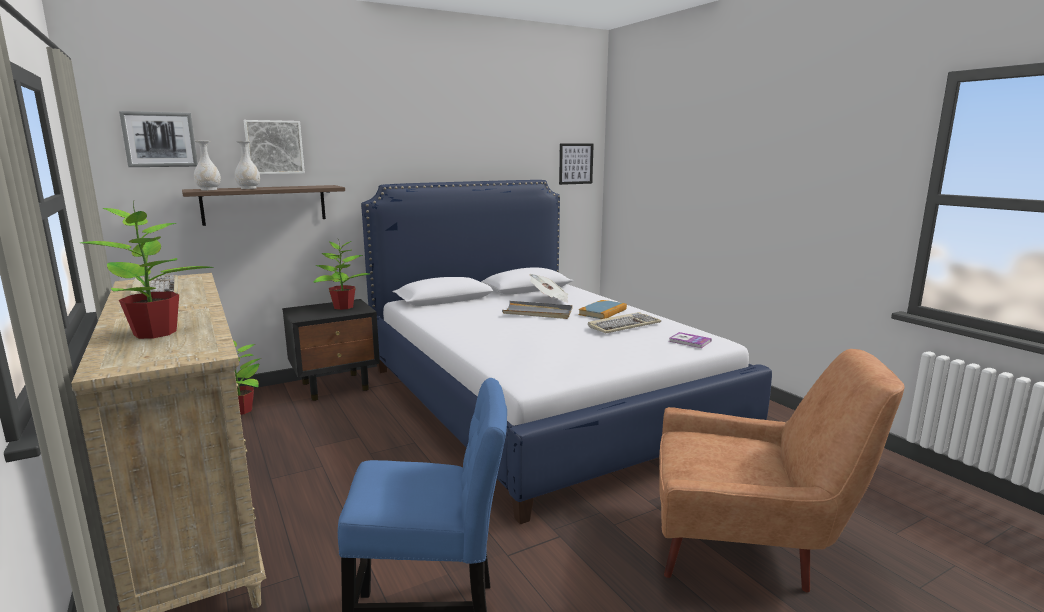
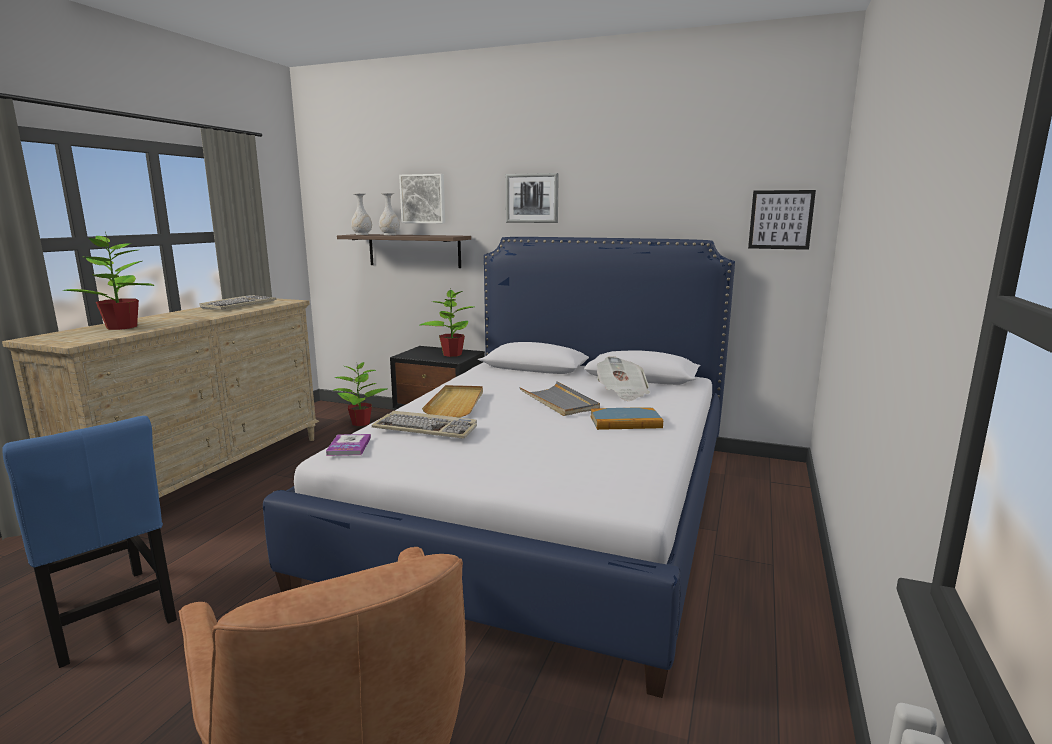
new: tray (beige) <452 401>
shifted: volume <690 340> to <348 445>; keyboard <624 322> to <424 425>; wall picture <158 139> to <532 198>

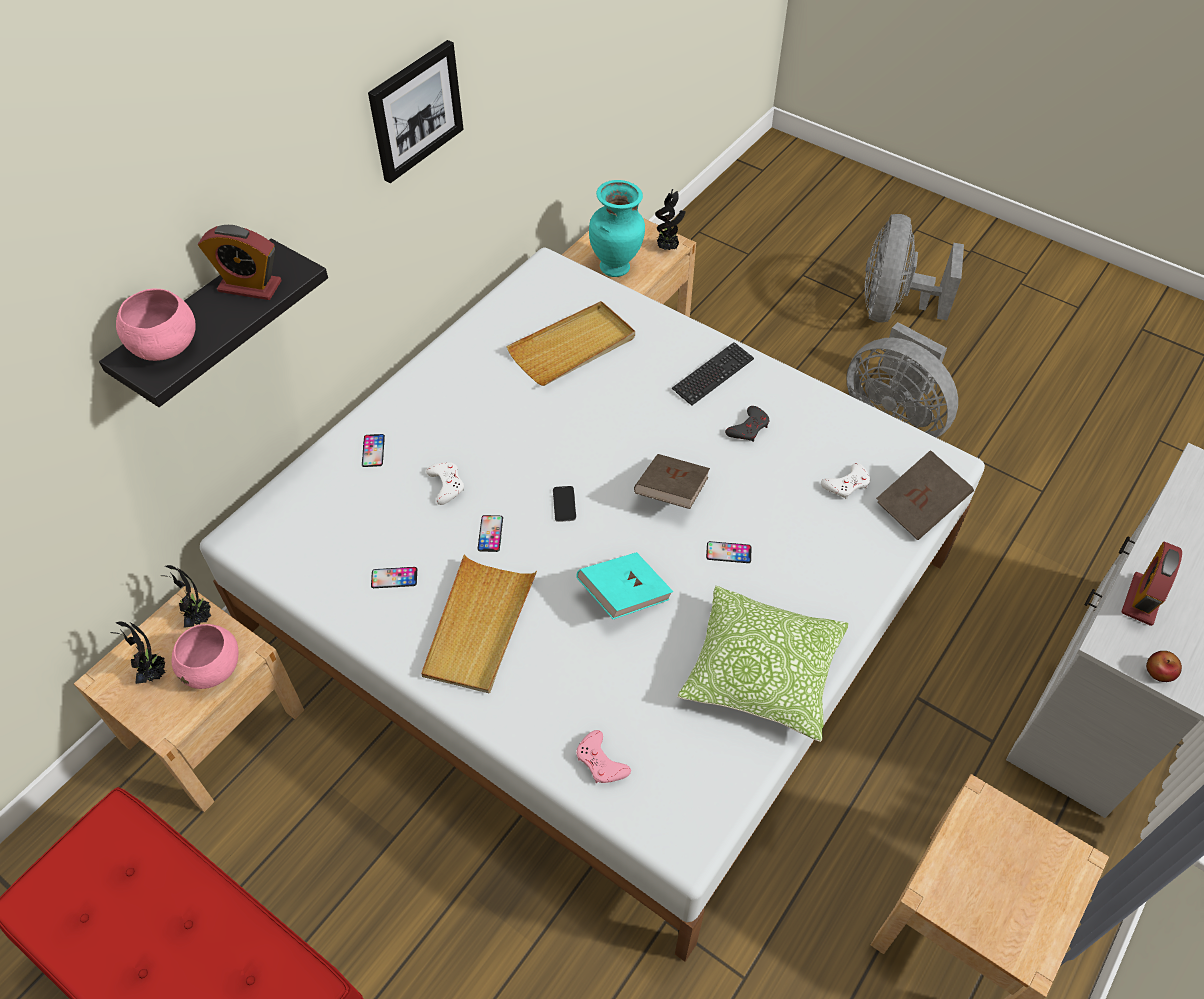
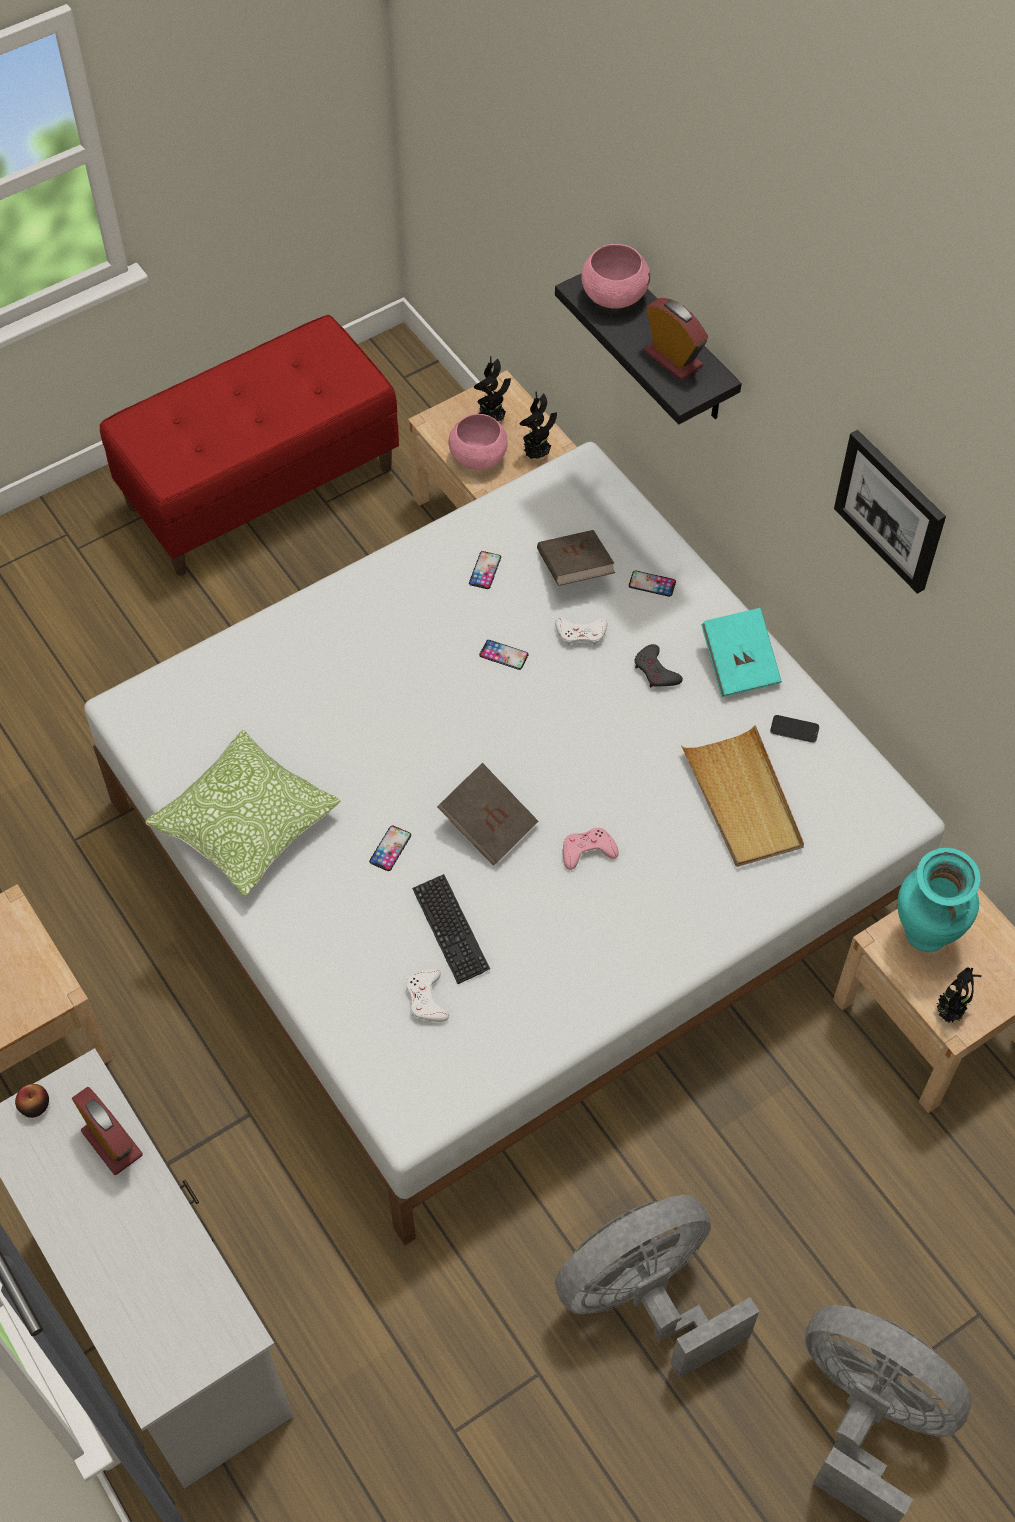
gone: tray (beige) <479 623>
shifted: keyboard <713 374> to <451 929>; volume (brownish) <925 495> to <576 558>; gamepad (pink-coloured) <603 756> to <591 849>; gamepad (gray) <747 424> to <659 665>; volume (turquoise-coloured) <624 585> to <741 652>; handset <564 504> to <794 729>
rotated: bedside clock <240 262> = <676 339> 105 degrees clockwise

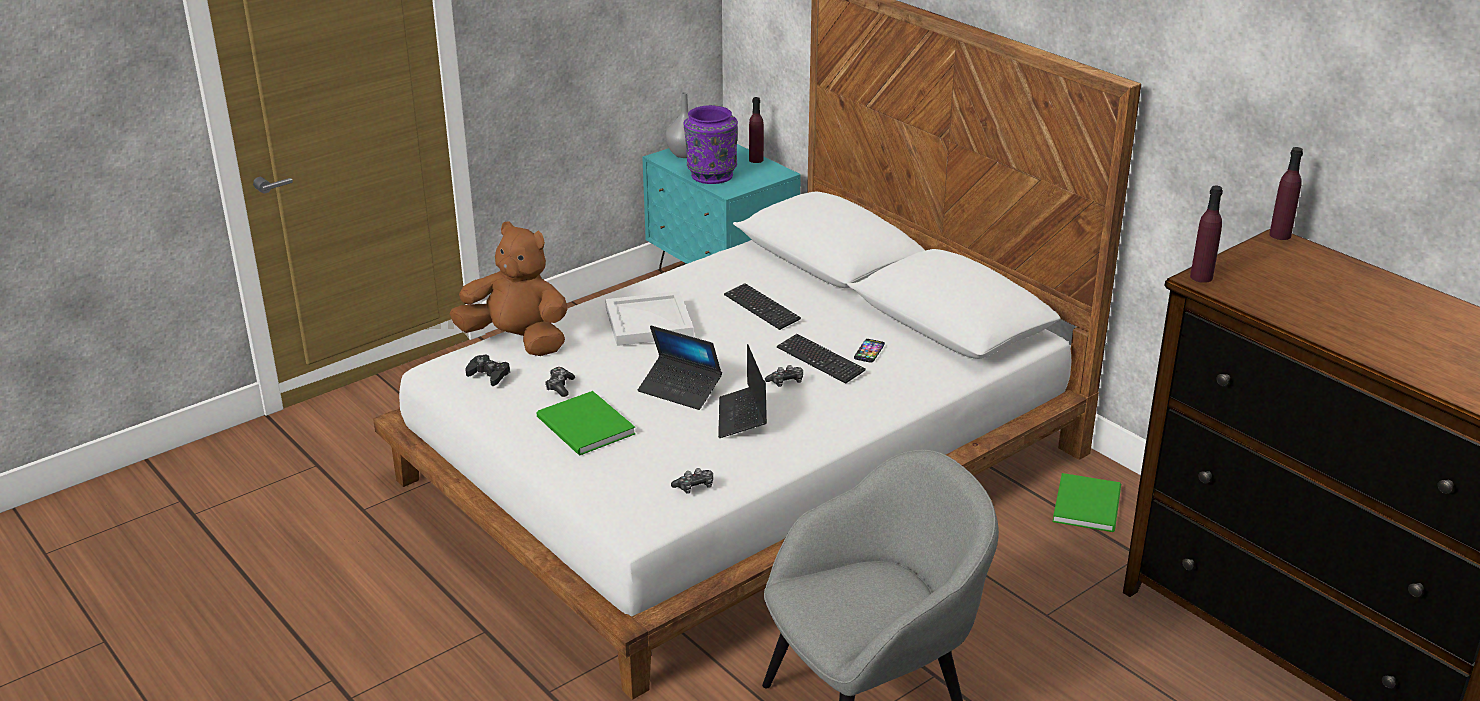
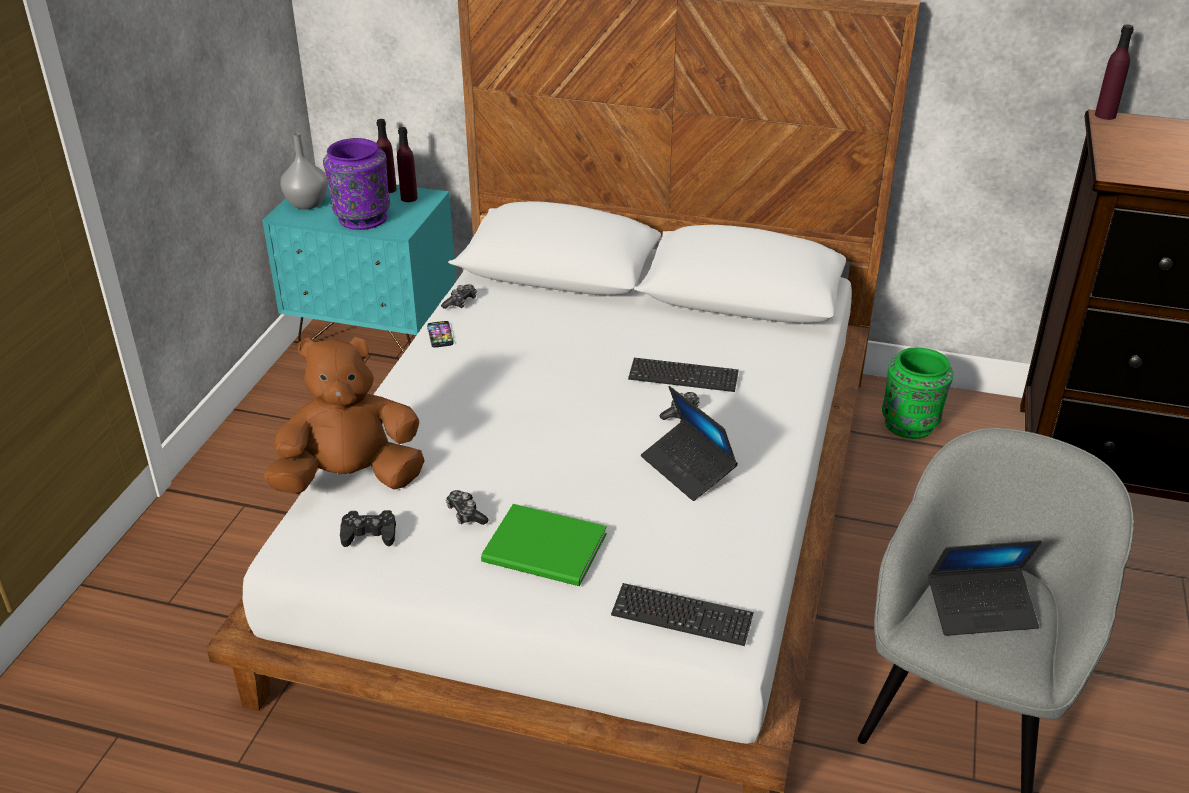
gone: tray (whitish) <649 318>
shifted: bottle (purplish) <1206 234> to <407 164>; handset <869 351> to <440 334>; gamepad <692 481> to <459 296>; keyboard <762 306> to <682 614>; notebook computer <680 367> to <985 588>
swapped: volume (green) <1087 502> to flower vase (green) <918 393>

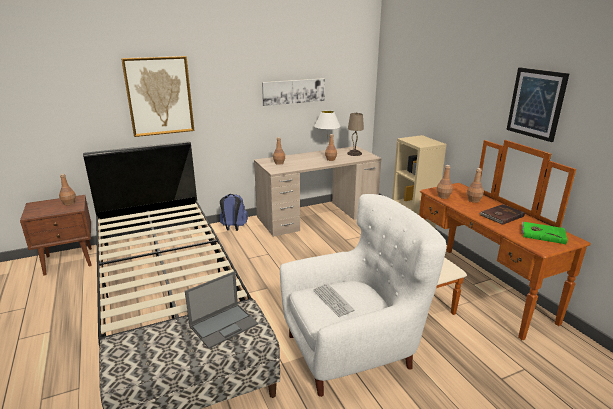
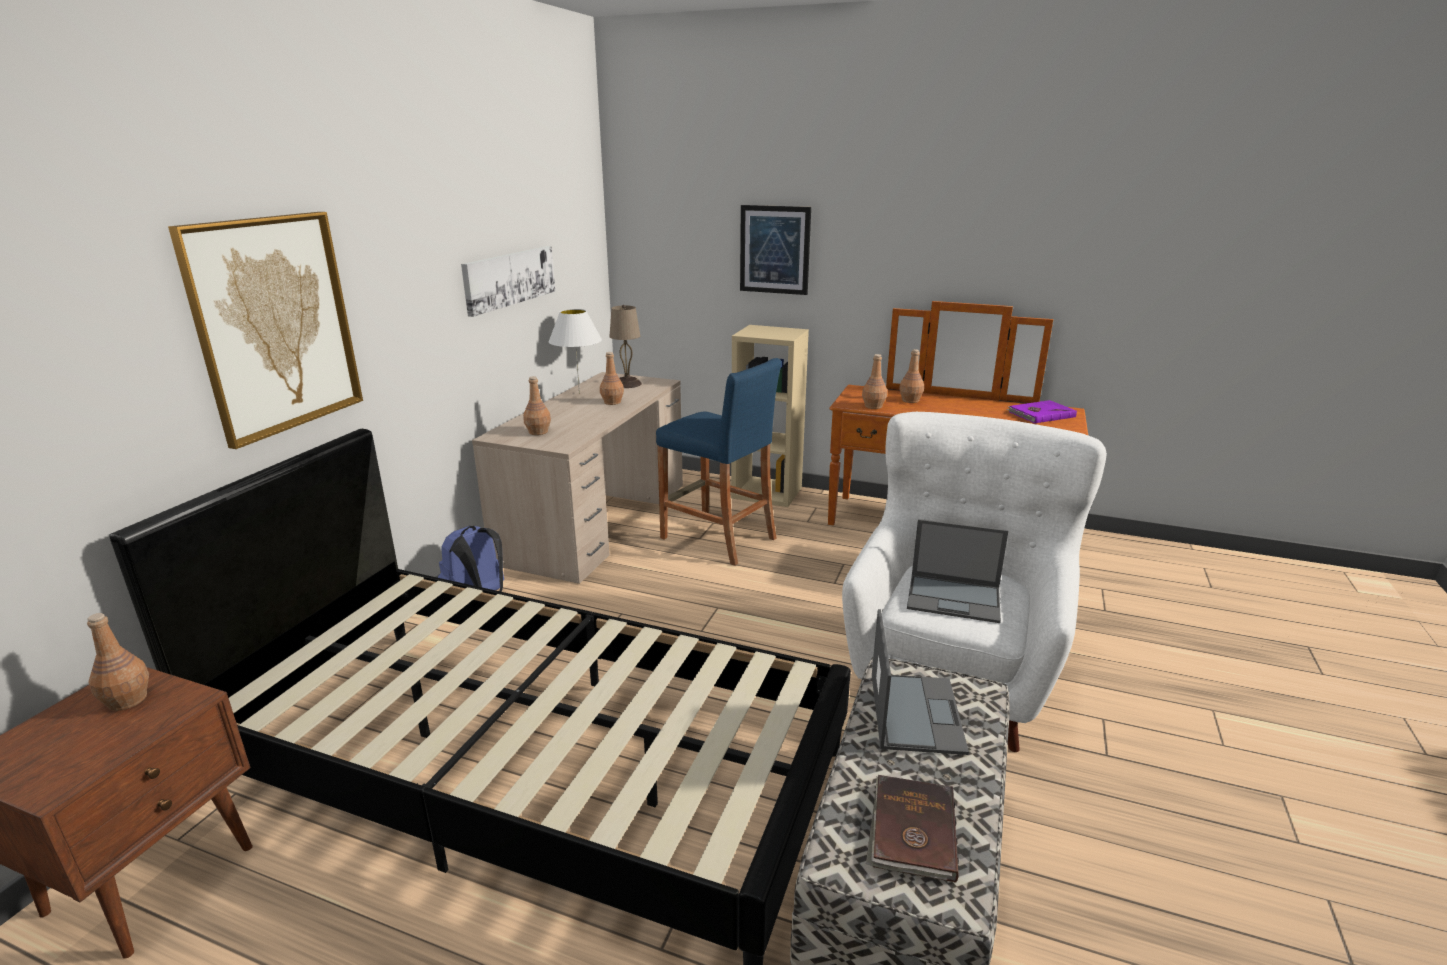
new: stool (bluish) <719 462>
shifted: wall picture <537 105> to <775 250>; volume (brownish) <502 214> to <912 829>
swapped: keyboard <334 300> to notebook computer <957 571>
repainted: volume (green) <544 233> to volume (purplish) <1042 412>

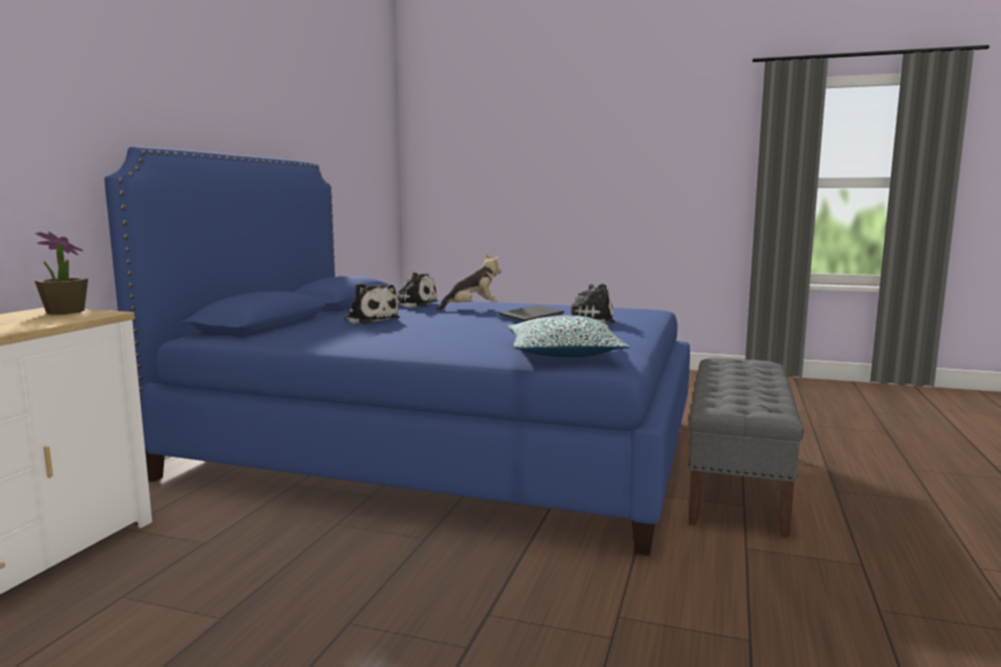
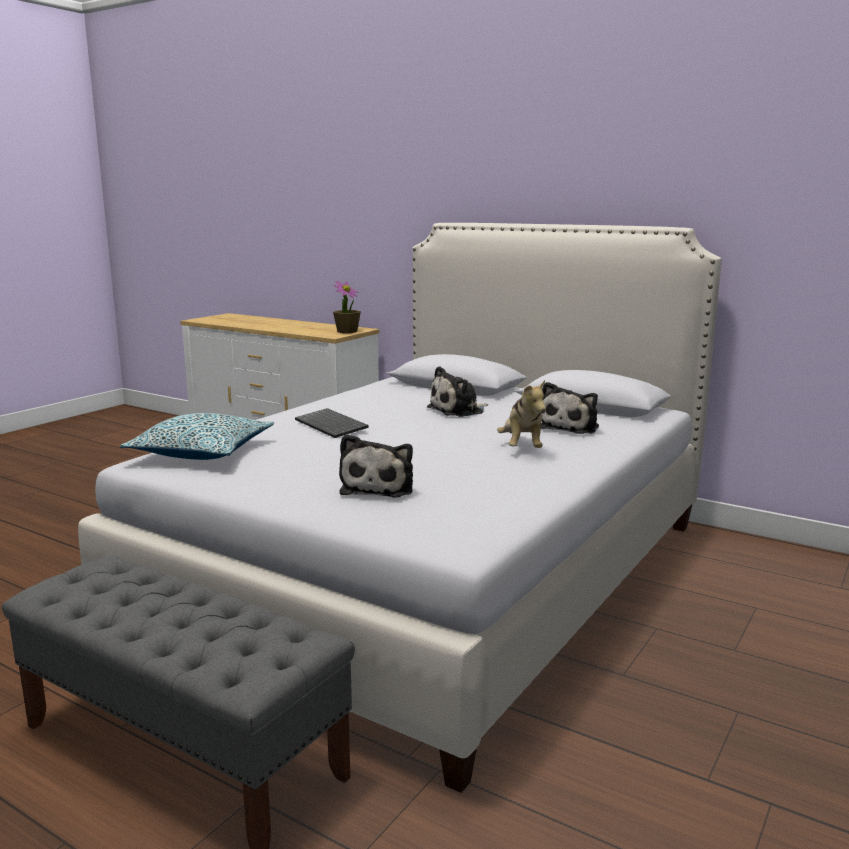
shifted: keyboard <531 313> to <332 423>
repainted: bedroom bed (bluish) <397 351> to bedroom bed (whitish) <400 508>

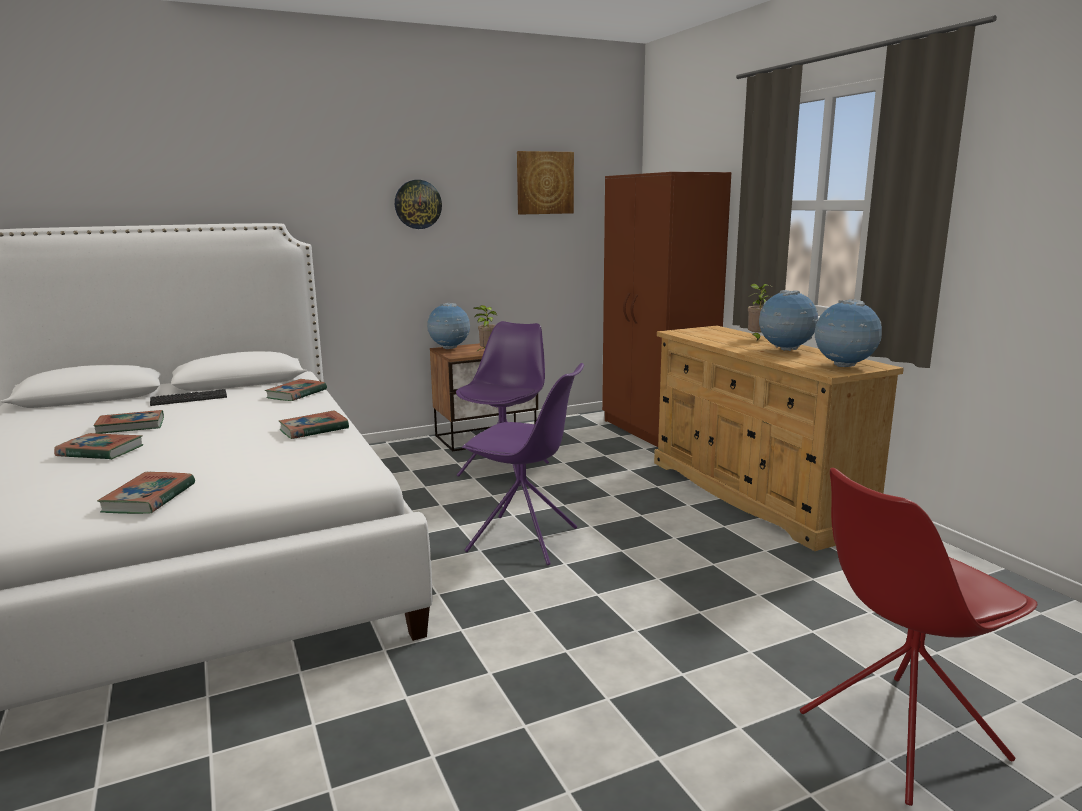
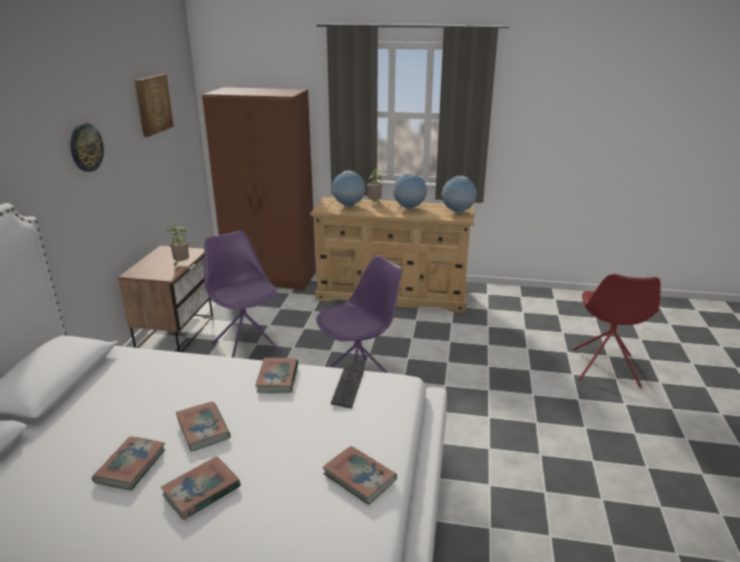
shifted: volume <296 390> to <203 426>; keyboard <188 397> to <347 386>; desk globe <448 326> to <349 188>

